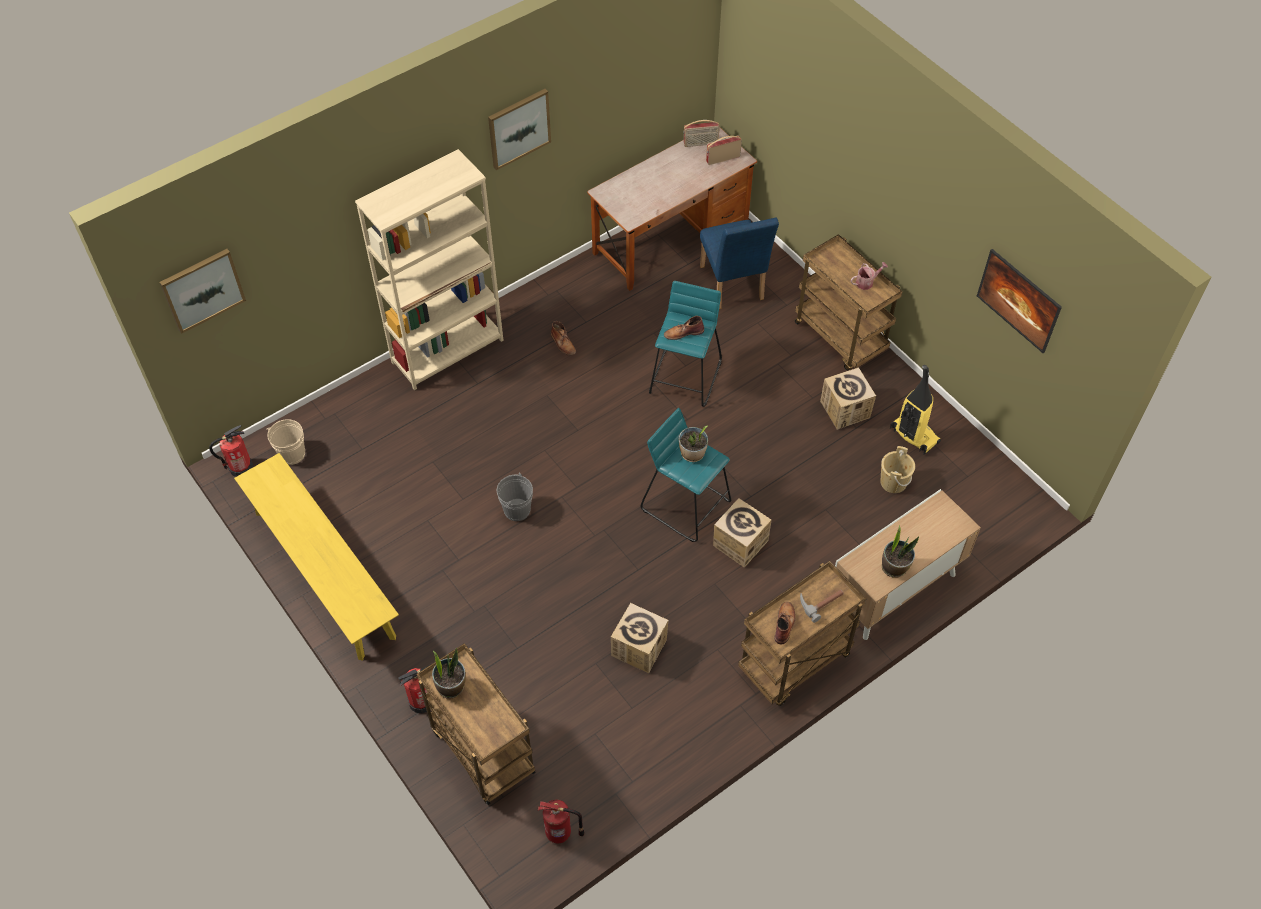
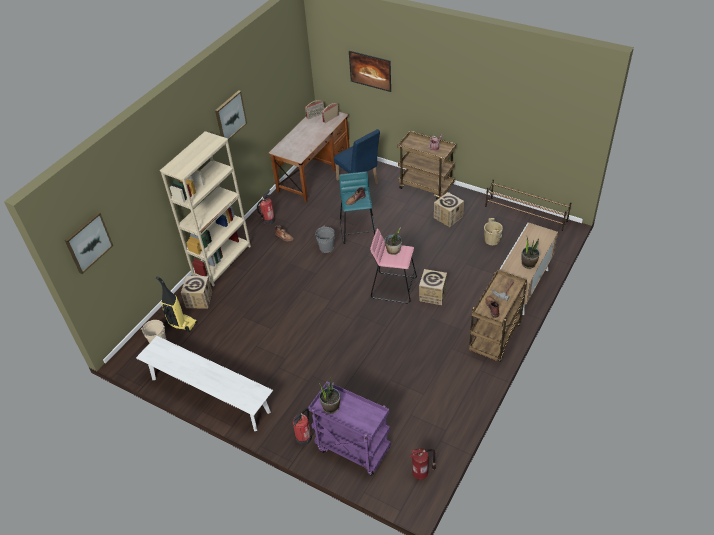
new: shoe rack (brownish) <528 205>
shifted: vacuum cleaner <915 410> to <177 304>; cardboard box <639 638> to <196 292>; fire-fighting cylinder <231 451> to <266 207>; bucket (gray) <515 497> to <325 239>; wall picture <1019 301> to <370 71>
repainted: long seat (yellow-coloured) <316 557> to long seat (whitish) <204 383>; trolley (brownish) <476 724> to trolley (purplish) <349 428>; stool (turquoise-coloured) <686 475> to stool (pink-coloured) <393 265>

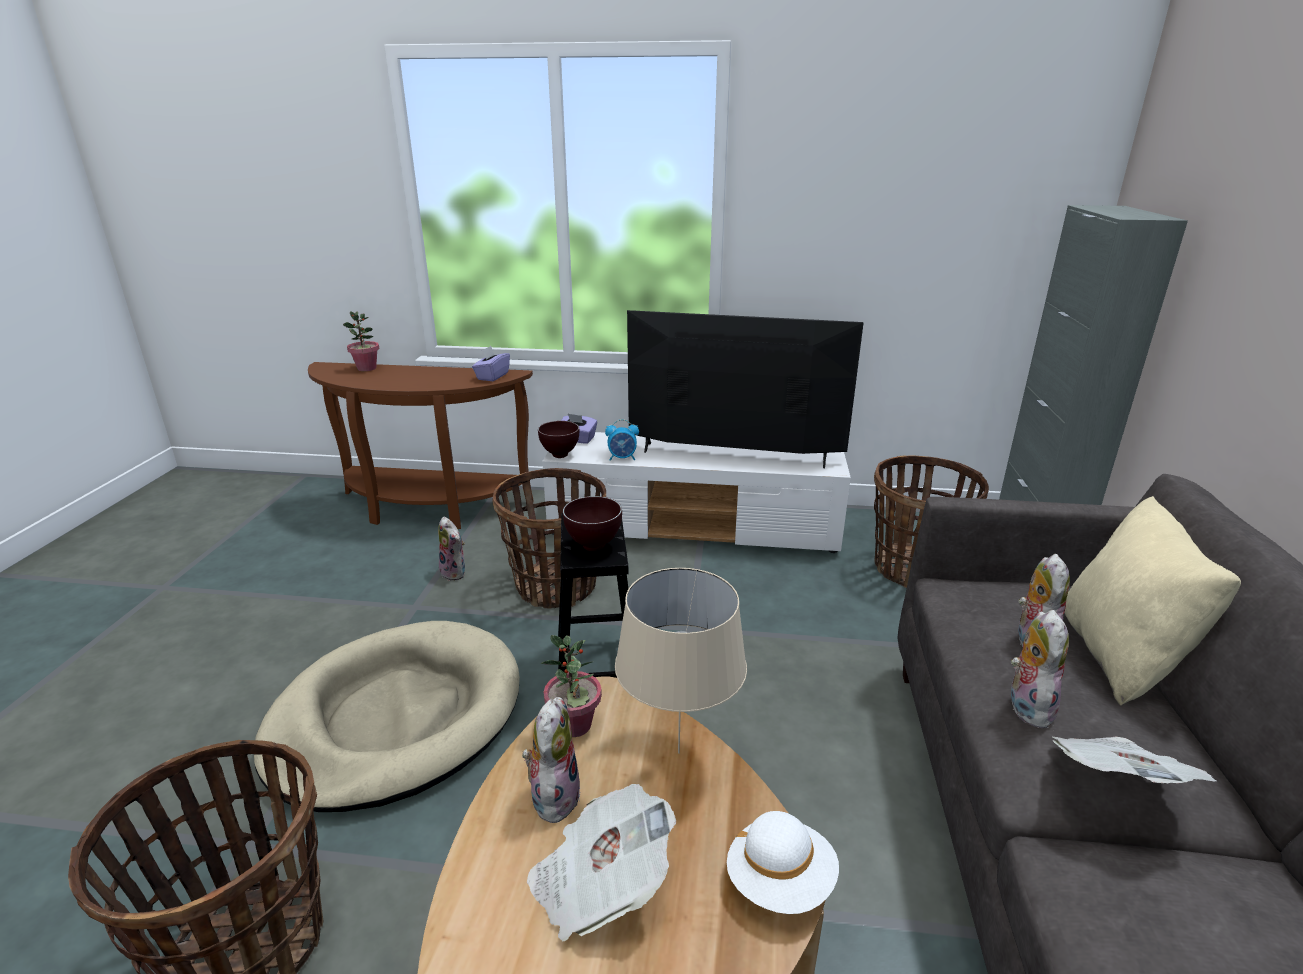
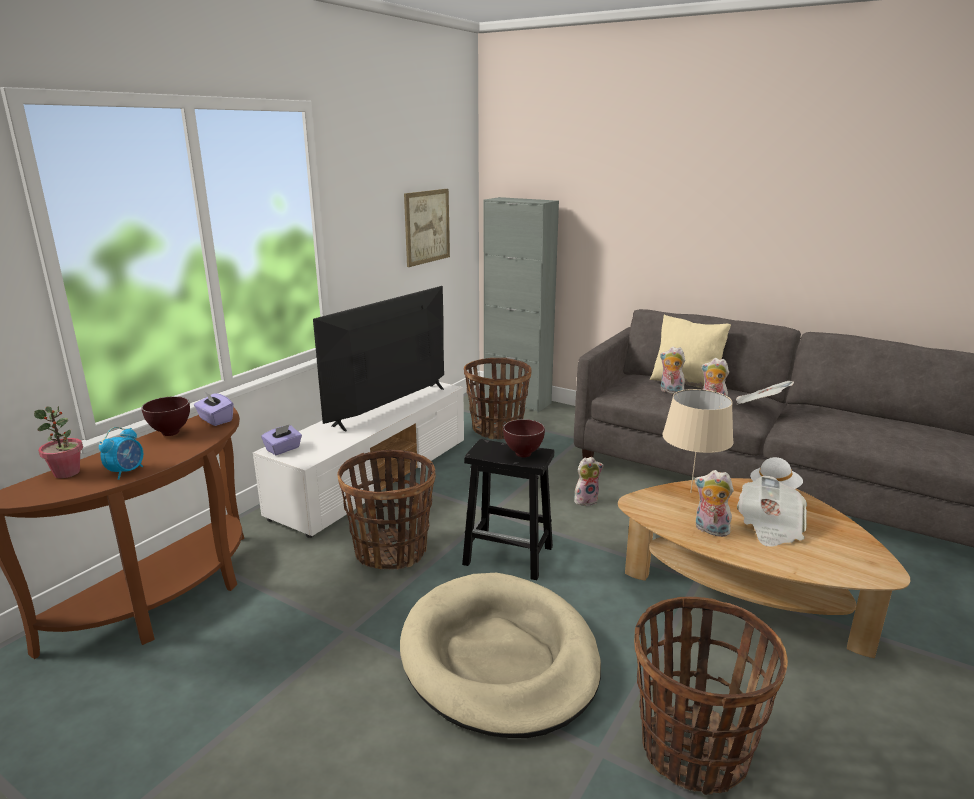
gone: houseplant <571 686>
new: wall picture <427 228>
shifted: bedside clock <622 440> to <121 453>; deep dish (brownish) <558 439> to <165 416>; plush toy <451 549> to <589 481>

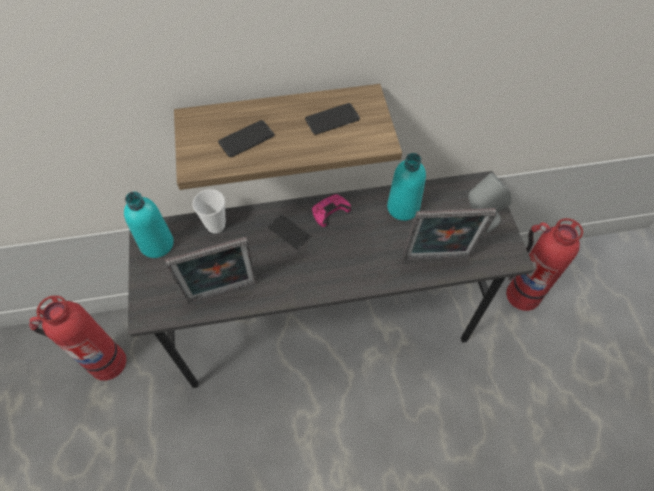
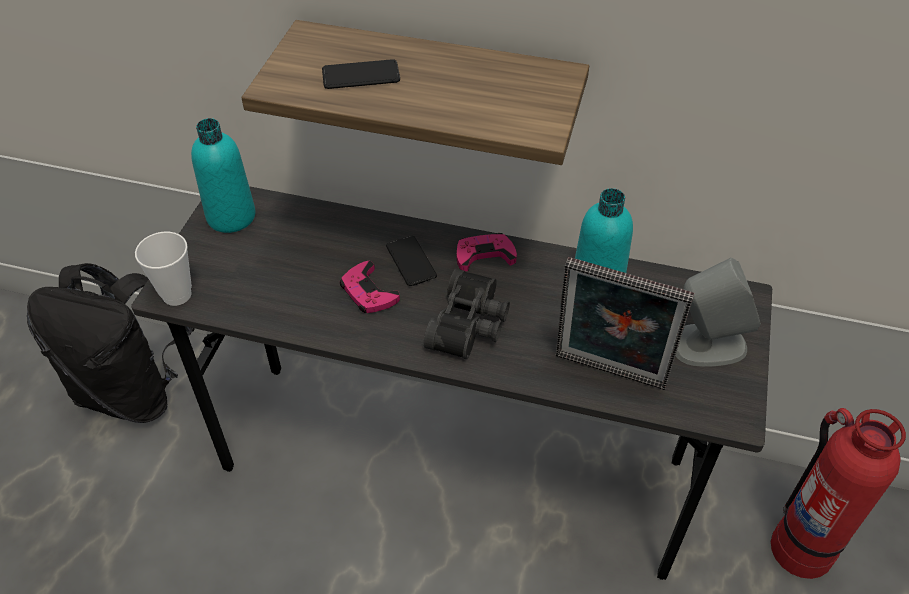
gone: photo frame <211 270>; handset <332 119>
new: gamepad (pink-coloured) <370 287>; binoculars (blackish) <467 314>
shifted: drinking cup <209 211> to <163 269>
swapped: fire-fighting cylinder <77 338> to backpack (blackish) <111 343>

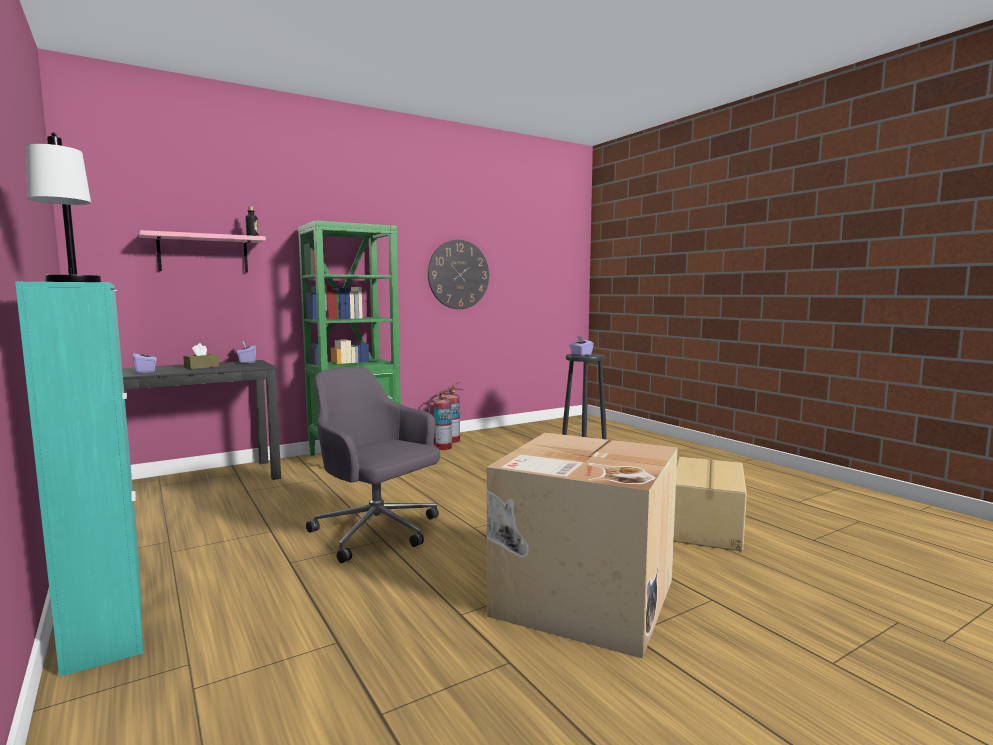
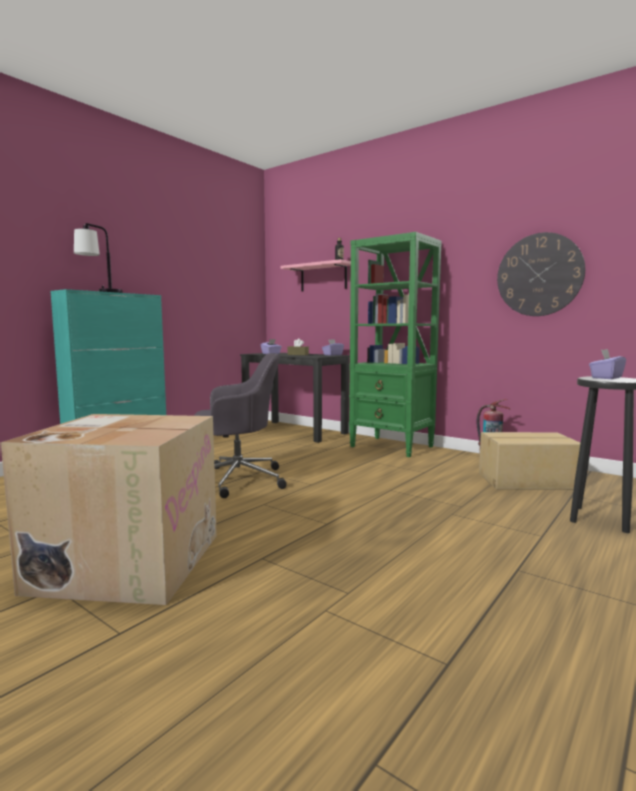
gone: fire-fighting cylinder <442 418>
shifted: cardboard box <710 504> to <529 461>
rotated: office chair (gray) <373 465> = <240 425> 60 degrees clockwise

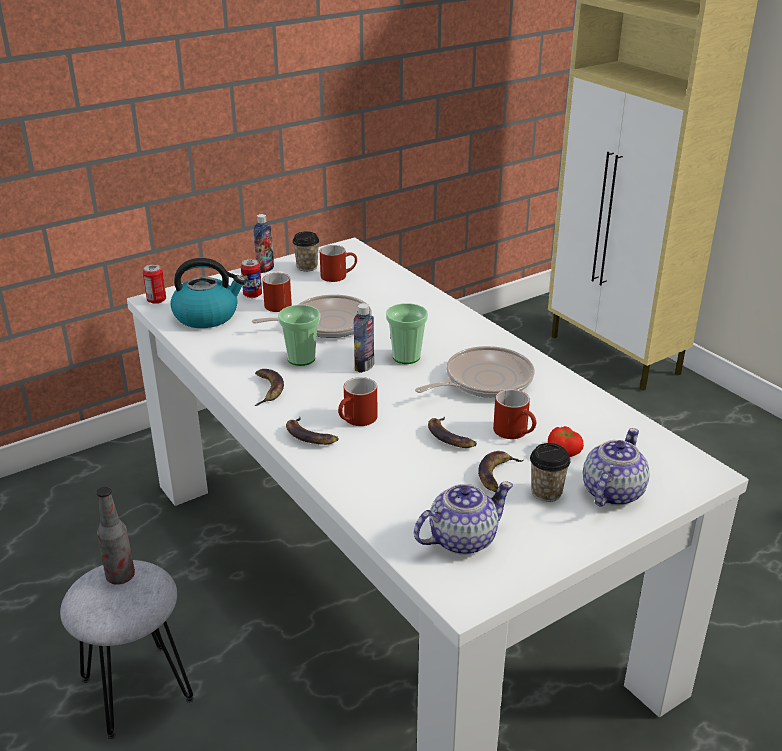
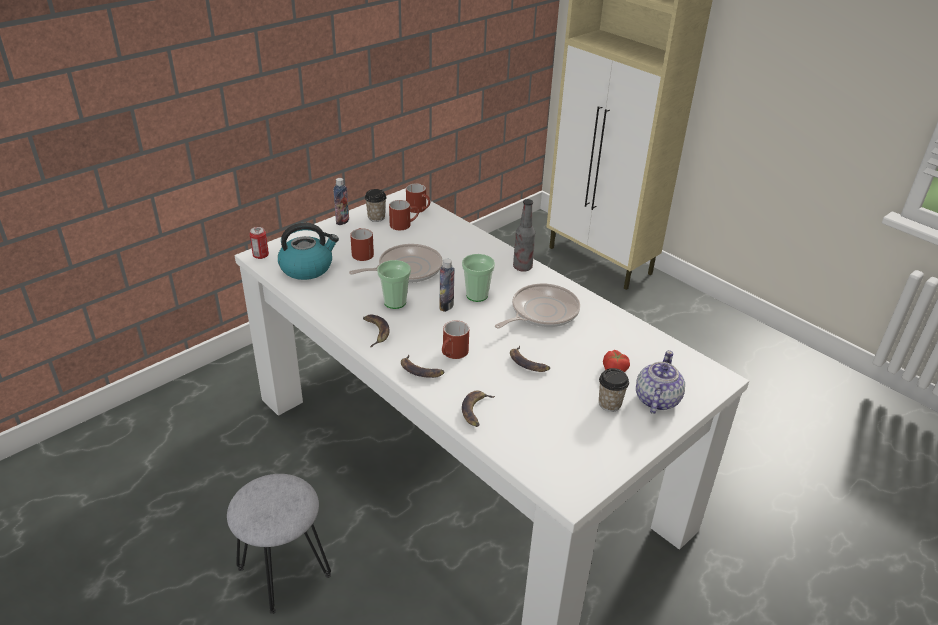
gone: sealed can <251 278>; teapot <463 518>
shifted: mug (red-coloured) <514 414> to <418 198>; banana fruit <500 471> to <478 409>; bottle <115 535> to <524 235>

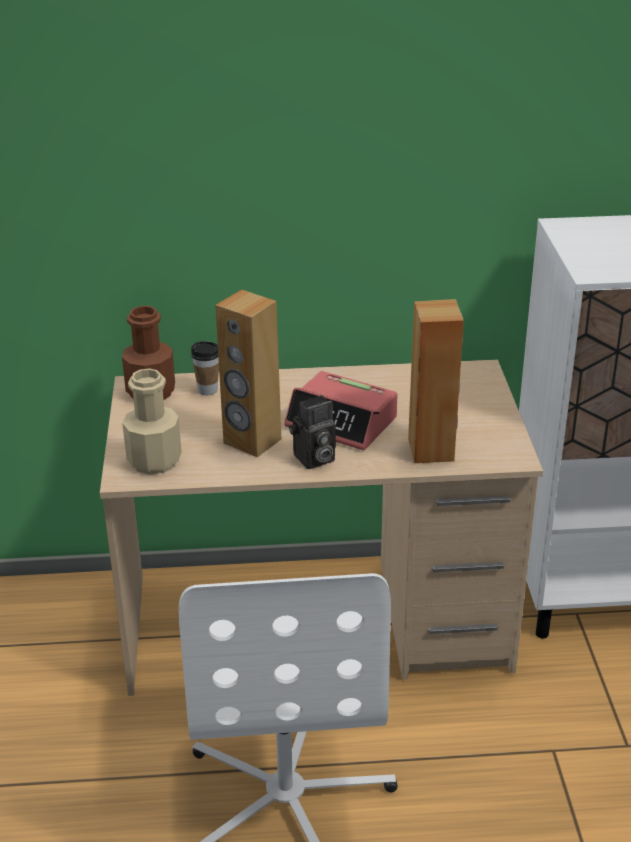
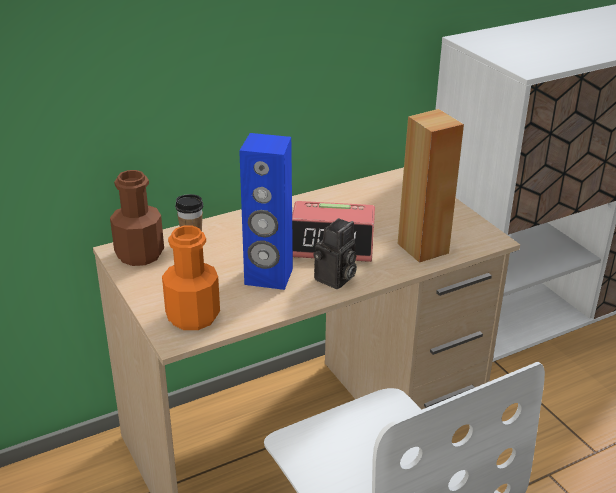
repainted: bottle (beige) <151 421> to bottle (orange) <191 278>; loudspeaker (brownish) <248 373> to loudspeaker (bluish) <266 211>

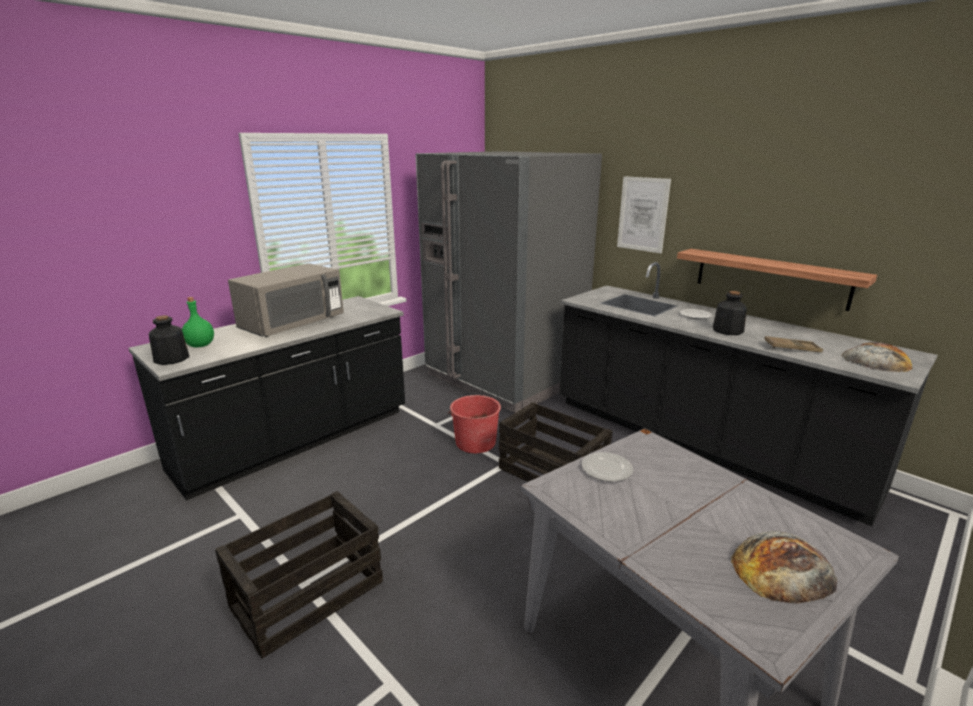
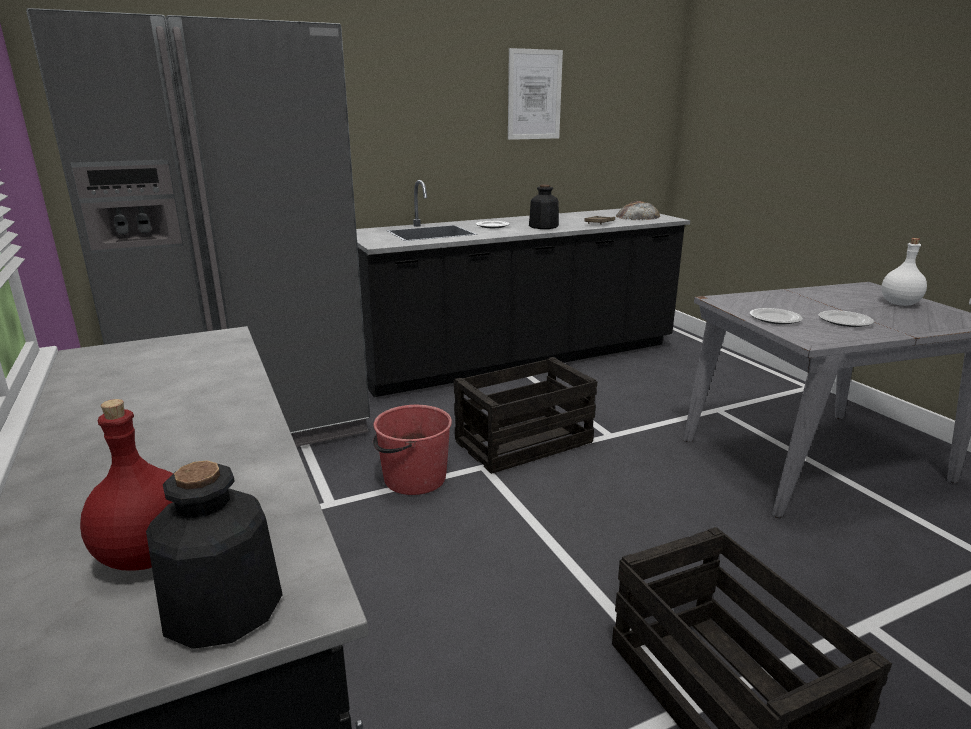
gone: microwave (gray) <286 300>; wall shelf <777 280>
new: flat dish <846 318>
shifted: wall picture <644 214> to <535 94>
swapped: bakery bread <784 567> to bottle (whitish) <904 272>
repainted: bottle (green) <198 322> to bottle (red-coloured) <126 485>

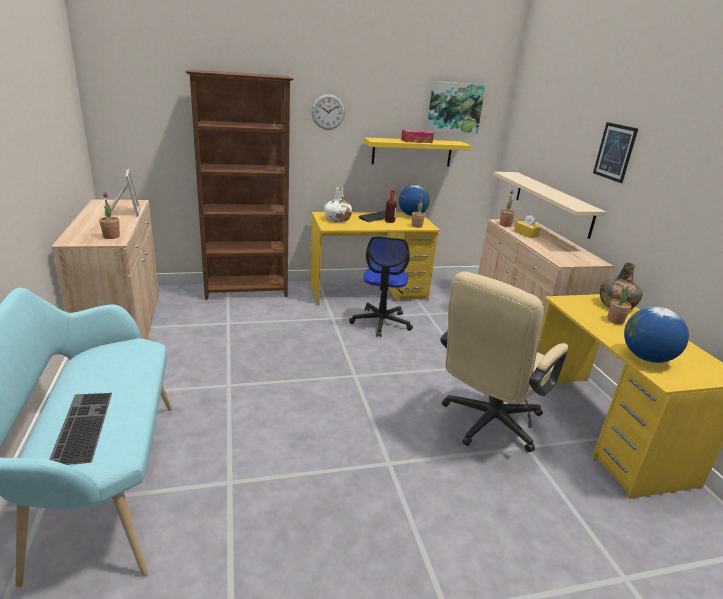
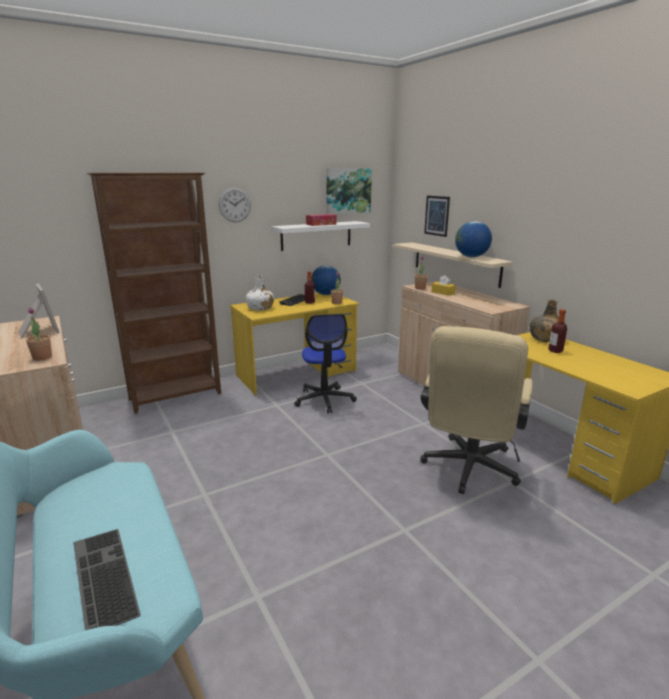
shifted: wall picture <615 152> to <437 216>; desk globe <656 334> to <473 239>
swapped: houseplant <619 300> to bottle <557 331>
repainted: wall shelf (yellow-coloured) <417 151> to wall shelf (whitish) <321 236>

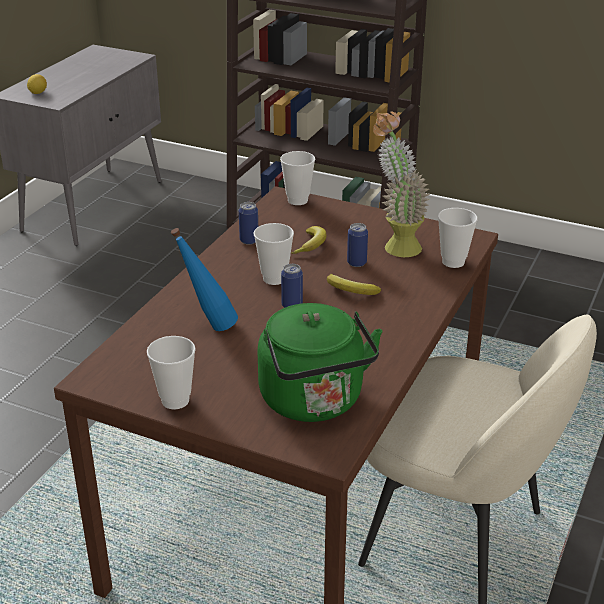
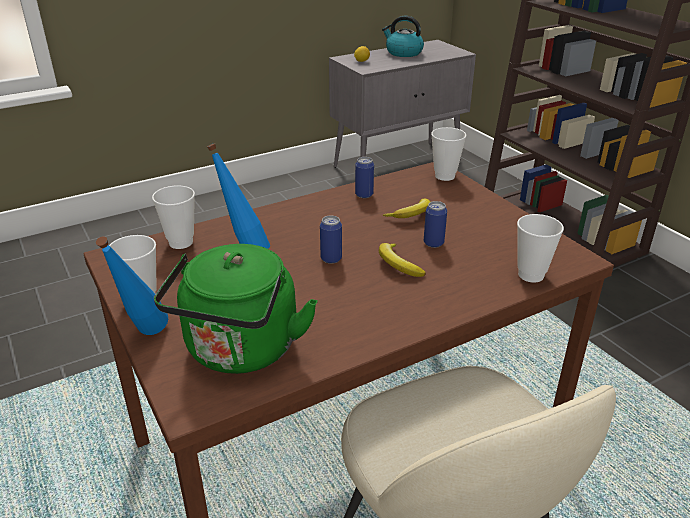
gone: houseplant <401 184>
new: bottle (bluish) <132 286>; kettle <403 36>
shifted: drinking cup <273 254> to <173 217>

